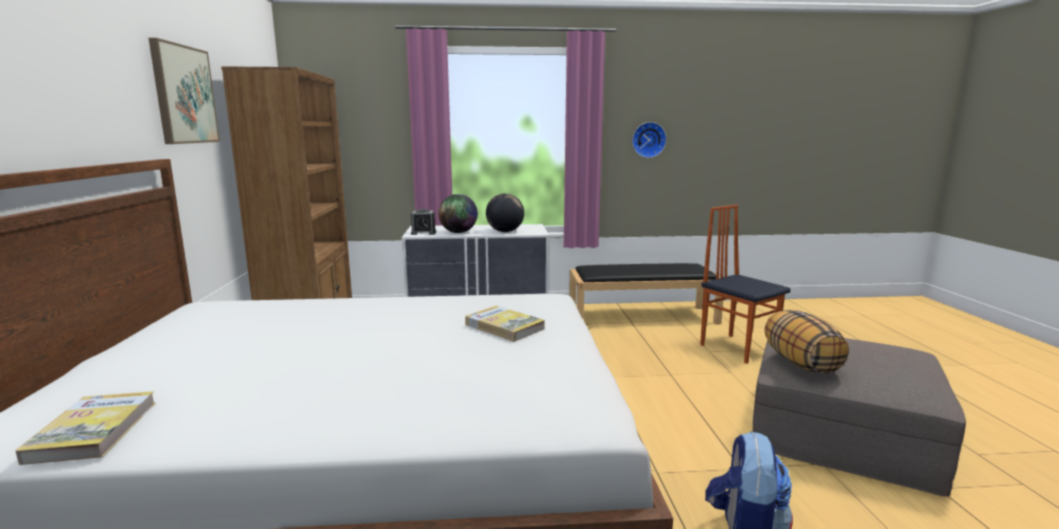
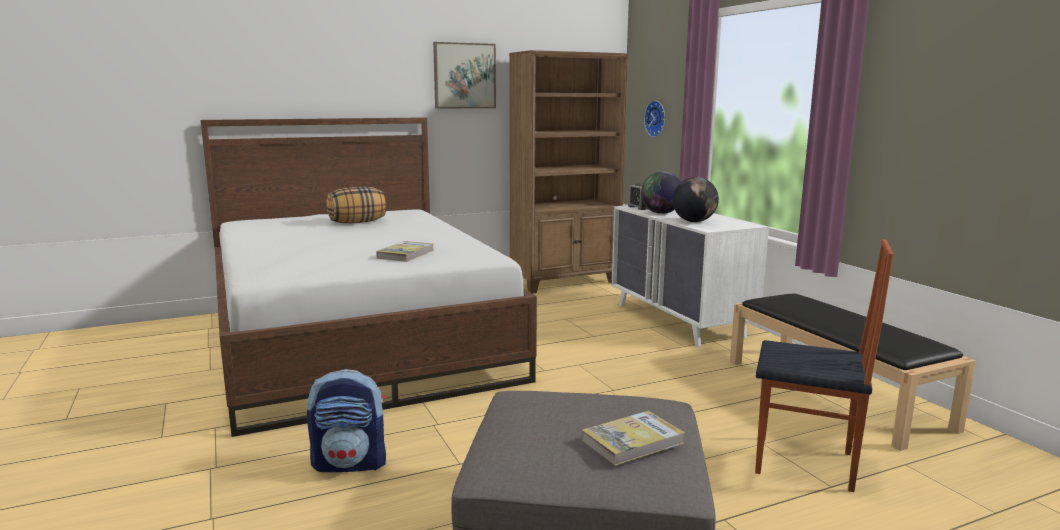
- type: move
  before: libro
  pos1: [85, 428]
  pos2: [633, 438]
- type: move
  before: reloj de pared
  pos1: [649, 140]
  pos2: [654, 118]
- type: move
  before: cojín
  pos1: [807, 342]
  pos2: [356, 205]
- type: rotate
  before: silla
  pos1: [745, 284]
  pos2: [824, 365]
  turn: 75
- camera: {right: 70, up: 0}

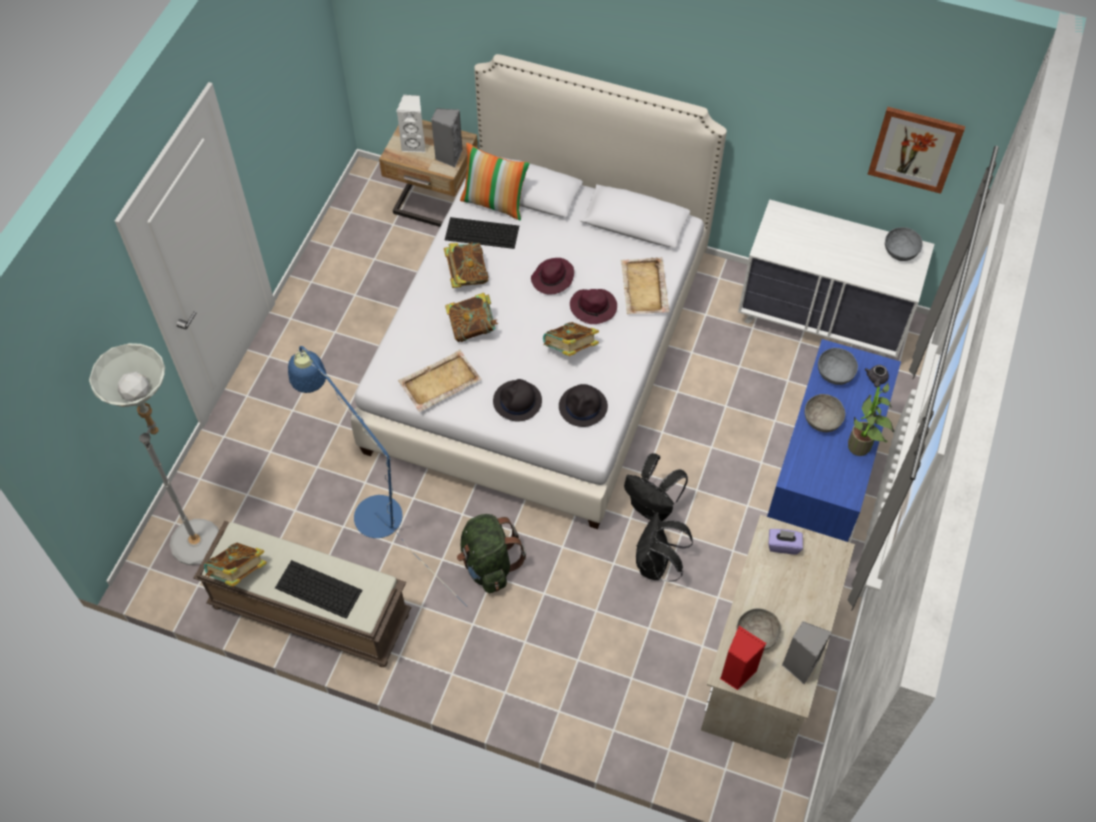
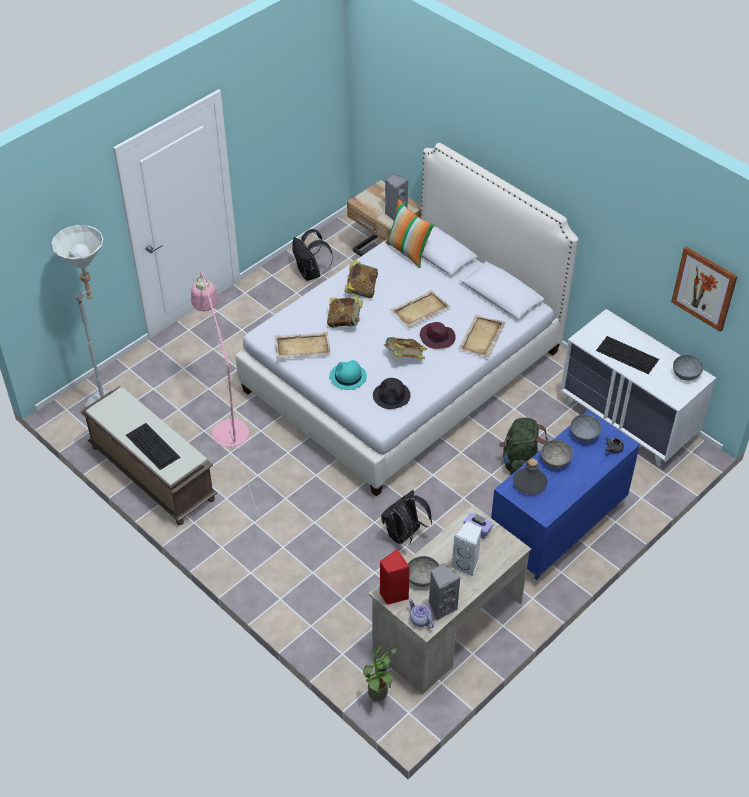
- type: delete
  before: libro
  pos1: [235, 565]
- type: insert
  after: tetera
  pos2: [421, 613]
- type: insert
  after: botella/gris
  pos2: [530, 476]
- type: move
  before: altavoz/blanco
  pos1: [411, 123]
  pos2: [467, 549]
- type: move
  before: teclado
  pos1: [482, 233]
  pos2: [627, 355]
- type: move
  before: mochila/verde
  pos1: [491, 553]
  pos2: [523, 446]
- type: move
  before: mochila/negro
  pos1: [656, 487]
  pos2: [313, 255]
- type: move
  before: planta en maceta
  pos1: [871, 419]
  pos2: [380, 674]
- type: replace
  before: sombrero/morado
  after: bandeja/beis
  pos1: [552, 276]
  pos2: [420, 309]
- type: recolor
  before: lámpara de pie/azul
  after: lámpara de pie/rosa
  pos1: [377, 476]
  pos2: [224, 390]
- type: recolor
  before: sombrero/negro
  after: sombrero/turquesa
  pos1: [517, 400]
  pos2: [348, 375]
- camera: {right: 25, up: -10}

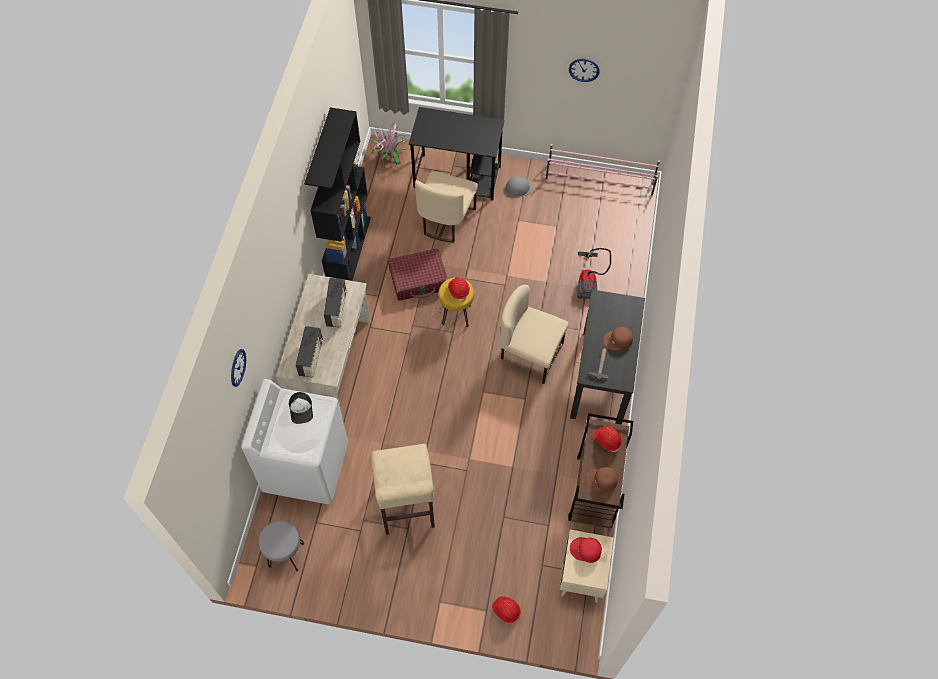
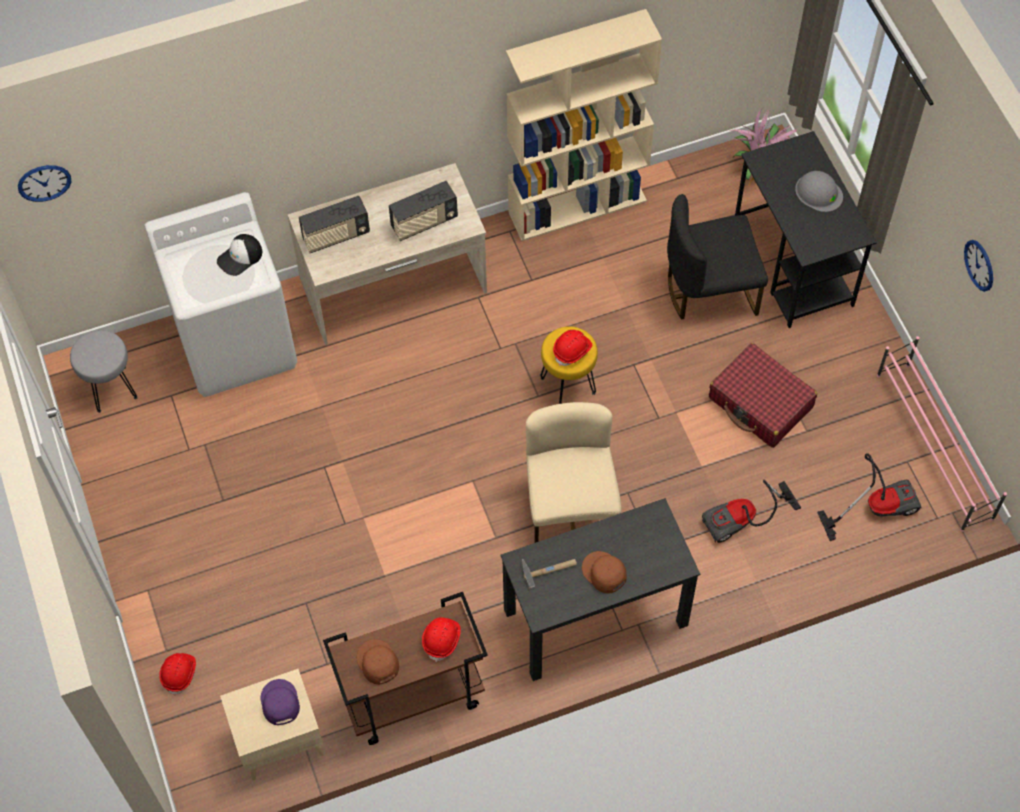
- type: delete
  before: taburete/beis
  pos1: [403, 489]
- type: insert
  after: aspiradora
  pos2: [869, 497]
- type: move
  before: reloj de pared
  pos1: [238, 368]
  pos2: [44, 183]
- type: move
  before: maleta/rojo
  pos1: [418, 274]
  pos2: [763, 395]
- type: move
  before: casco/gris
  pos1: [519, 187]
  pos2: [819, 191]
- type: recolor
  before: estantería/negro
  after: estantería/beis
  pos1: [337, 194]
  pos2: [584, 125]
- type: recolor
  before: silla/beis
  after: silla/negro
  pos1: [446, 207]
  pos2: [717, 257]
- type: recolor
  before: gorra/rojo
  after: gorra/morado
  pos1: [586, 550]
  pos2: [280, 702]
- camera: {right: 60, up: 0}

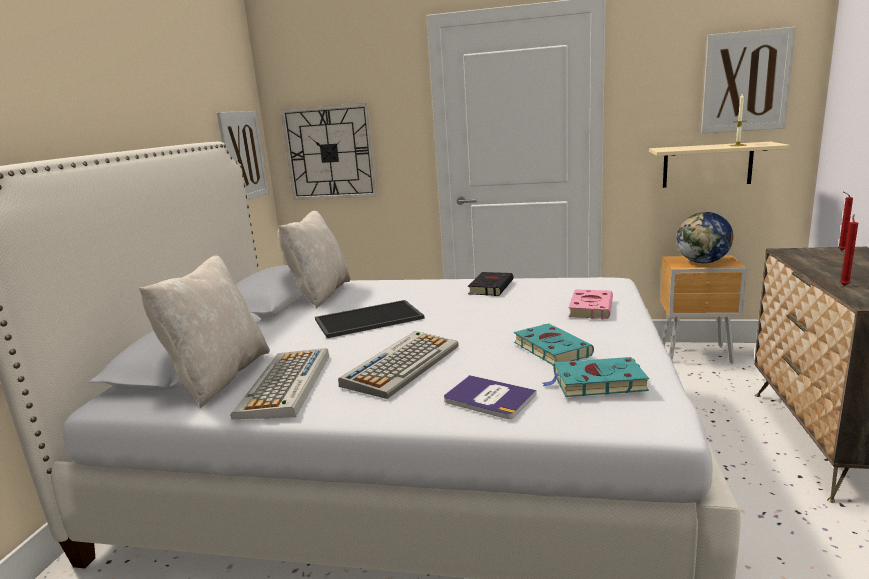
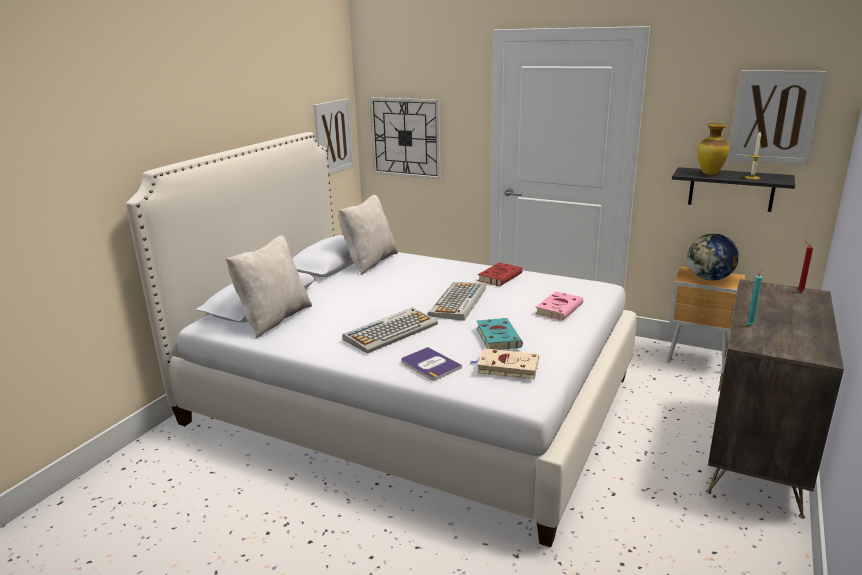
- type: delete
  before: bandeja
  pos1: [370, 319]
- type: insert
  after: florero
  pos2: [713, 149]
- type: move
  before: teclado
  pos1: [279, 383]
  pos2: [456, 301]
- type: recolor
  before: libro/negro
  after: libro/rojo
  pos1: [491, 284]
  pos2: [500, 274]
- type: recolor
  before: libro/turquesa
  after: libro/beis
  pos1: [595, 377]
  pos2: [505, 363]
- type: recolor
  before: estante/beis
  after: estante/negro
  pos1: [719, 165]
  pos2: [733, 189]
- type: recolor
  before: vela/rojo
  after: vela/turquesa
  pos1: [849, 250]
  pos2: [754, 298]
- camera: {right: 15, up: 5}

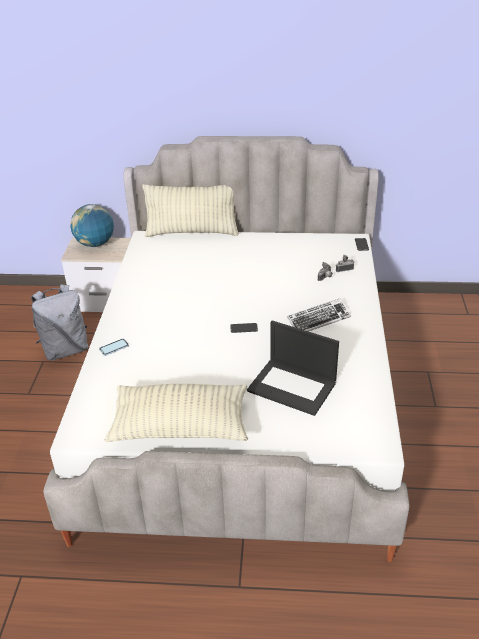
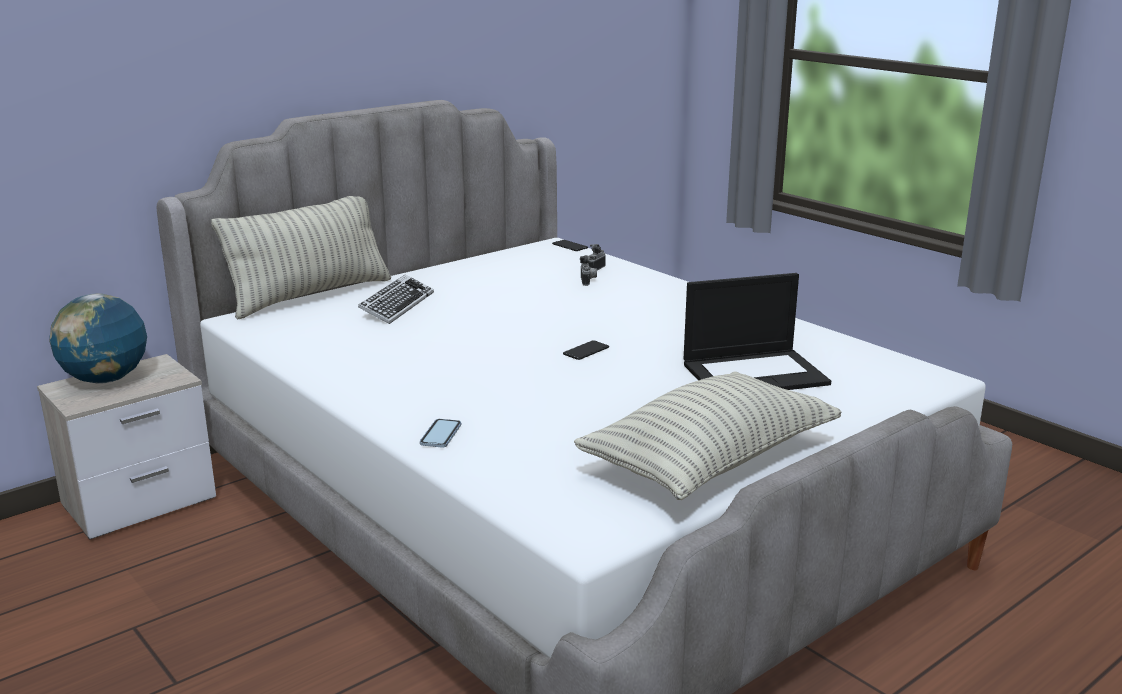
- type: delete
  before: mochila/gris
  pos1: [59, 322]
- type: move
  before: teclado
  pos1: [319, 315]
  pos2: [396, 299]
- camera: {right: -45, up: -15}

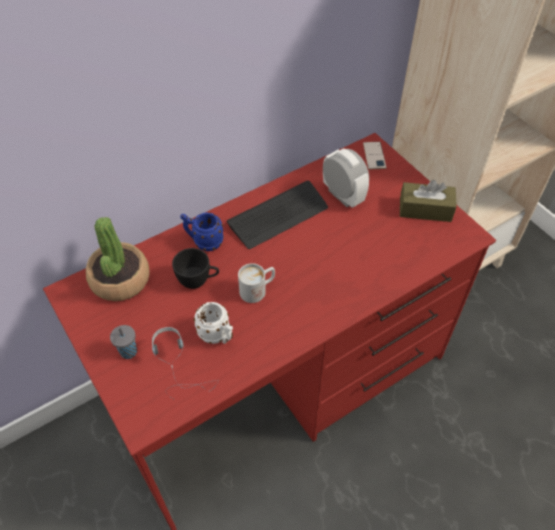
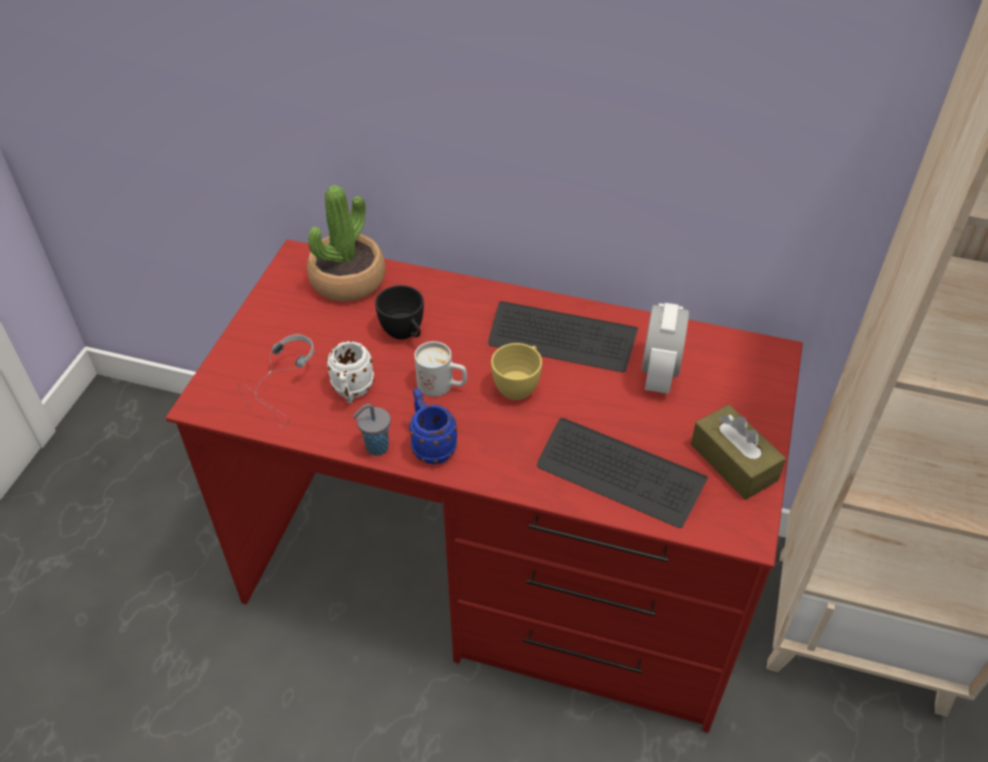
- type: delete
  before: móvil
  pos1: [375, 156]
- type: insert
  after: taza/amarillo
  pos2: [516, 371]
- type: insert
  after: teclado
  pos2: [622, 473]
- type: move
  before: taza/gris
  pos1: [123, 342]
  pos2: [371, 430]
- type: move
  before: taza grande/azul
  pos1: [202, 231]
  pos2: [433, 426]
- camera: {right: 50, up: -5}

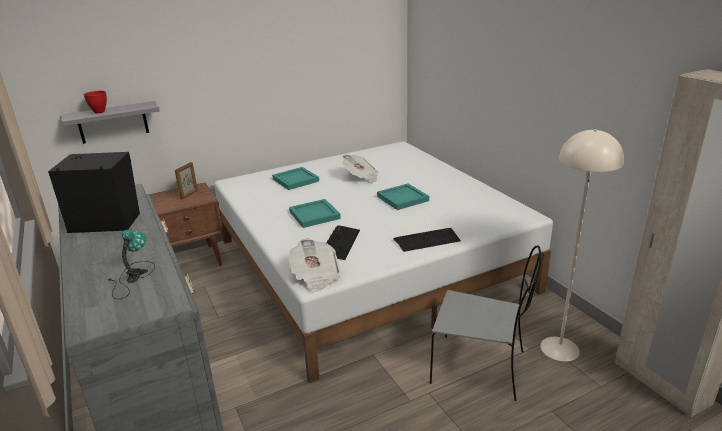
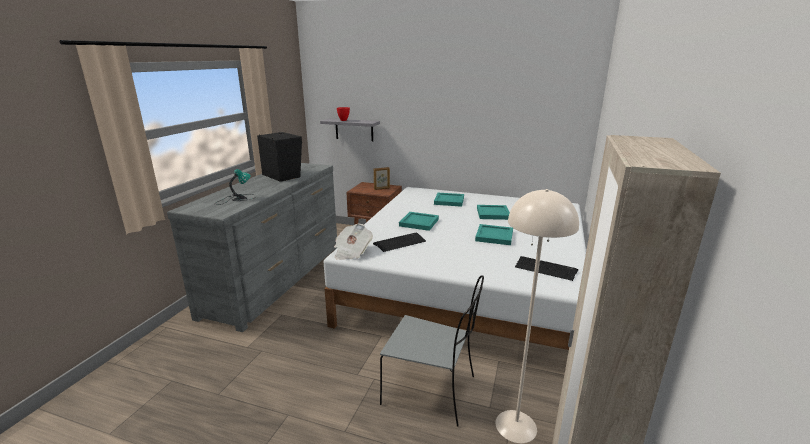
- type: move
  before: teclado
  pos1: [427, 240]
  pos2: [546, 268]
- type: replace
  before: periódico
  after: bandeja/turquesa
  pos1: [360, 168]
  pos2: [493, 212]
- type: rotate
  before: silla/gris
  pos1: [485, 323]
  pos2: [432, 350]
  turn: -45
- camera: {right: 45, up: -5}

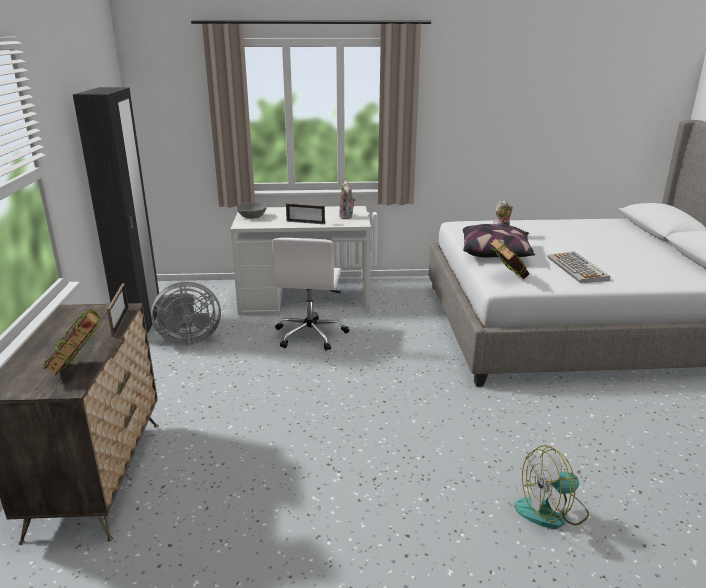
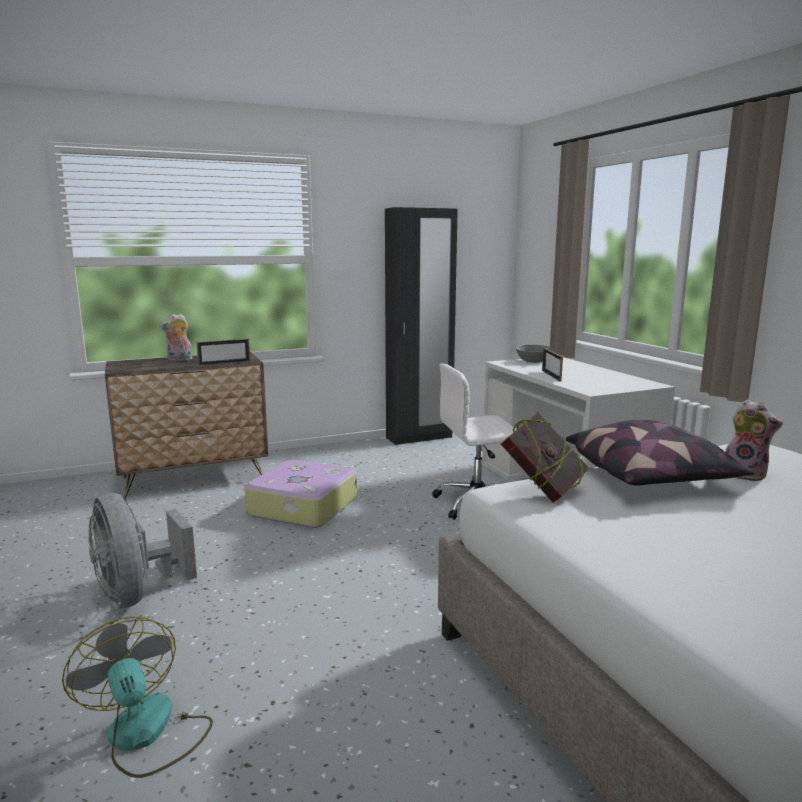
- type: delete
  before: libro
  pos1: [72, 342]
- type: delete
  before: teclado
  pos1: [578, 267]
- type: insert
  after: maleta
  pos2: [301, 494]
- type: move
  before: ventilador/gris
  pos1: [186, 314]
  pos2: [142, 550]
- type: move
  before: peluche
  pos1: [347, 199]
  pos2: [176, 337]
- camera: {right: 70, up: -10}

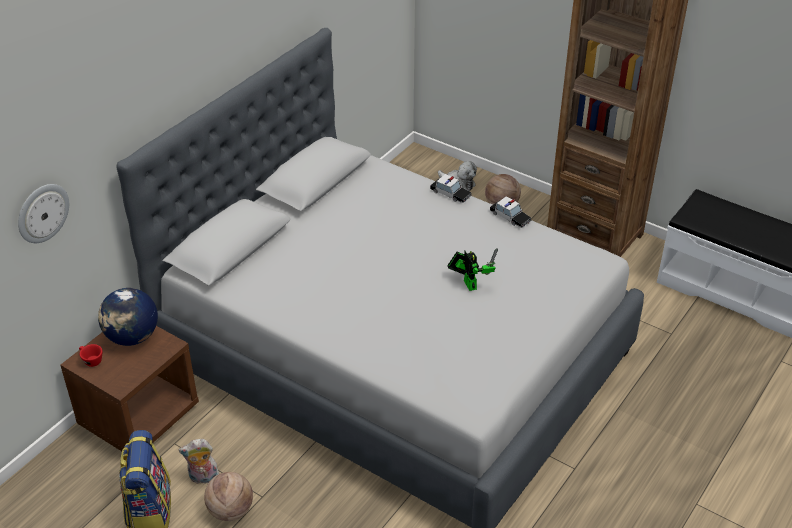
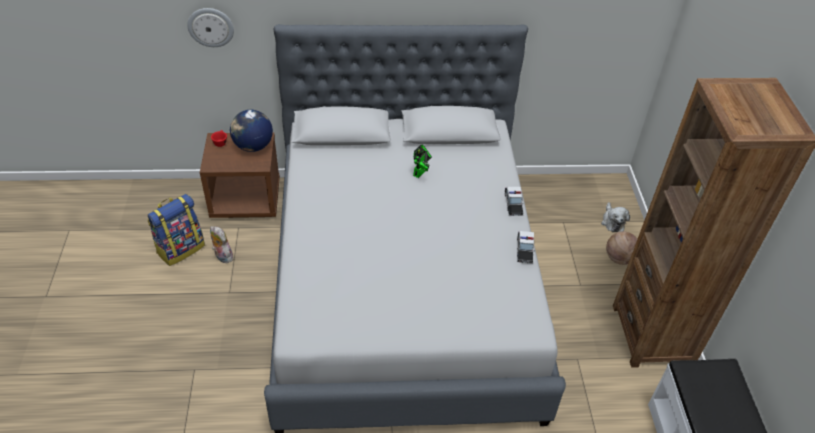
- type: delete
  before: balón de baloncesto
  pos1: [228, 496]
- type: move
  before: robot de juguete
  pos1: [472, 269]
  pos2: [422, 161]
- camera: {right: 50, up: 5}

